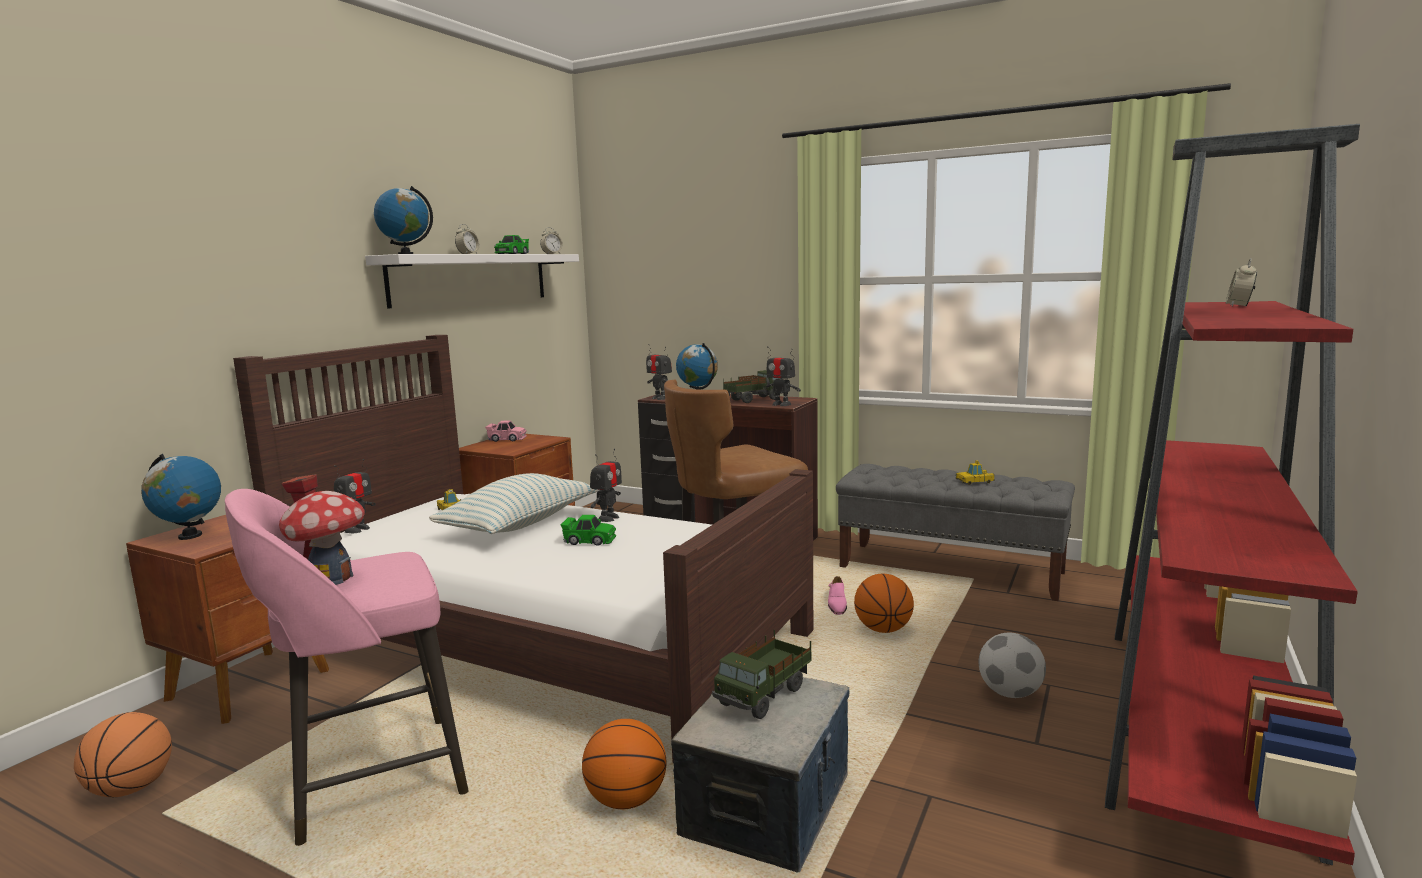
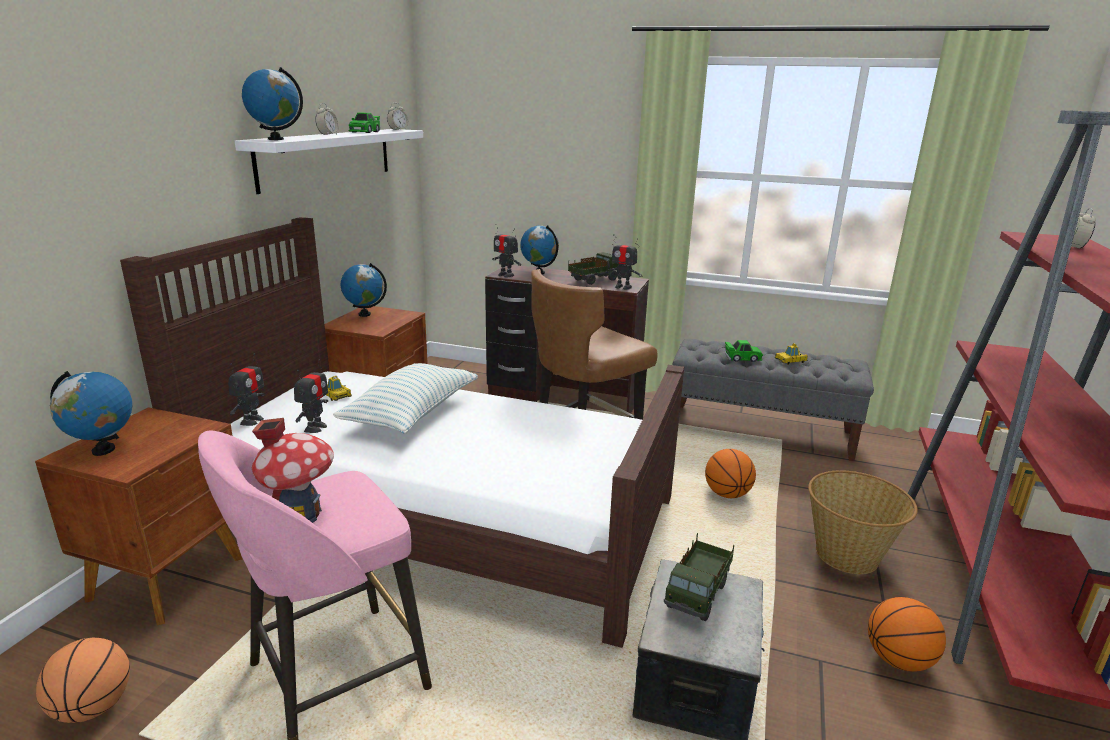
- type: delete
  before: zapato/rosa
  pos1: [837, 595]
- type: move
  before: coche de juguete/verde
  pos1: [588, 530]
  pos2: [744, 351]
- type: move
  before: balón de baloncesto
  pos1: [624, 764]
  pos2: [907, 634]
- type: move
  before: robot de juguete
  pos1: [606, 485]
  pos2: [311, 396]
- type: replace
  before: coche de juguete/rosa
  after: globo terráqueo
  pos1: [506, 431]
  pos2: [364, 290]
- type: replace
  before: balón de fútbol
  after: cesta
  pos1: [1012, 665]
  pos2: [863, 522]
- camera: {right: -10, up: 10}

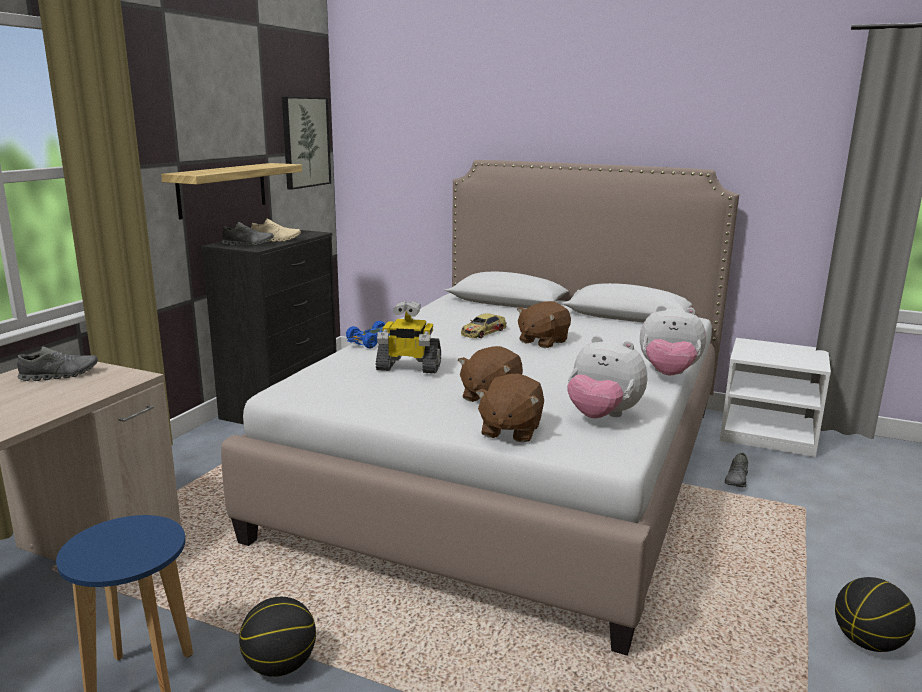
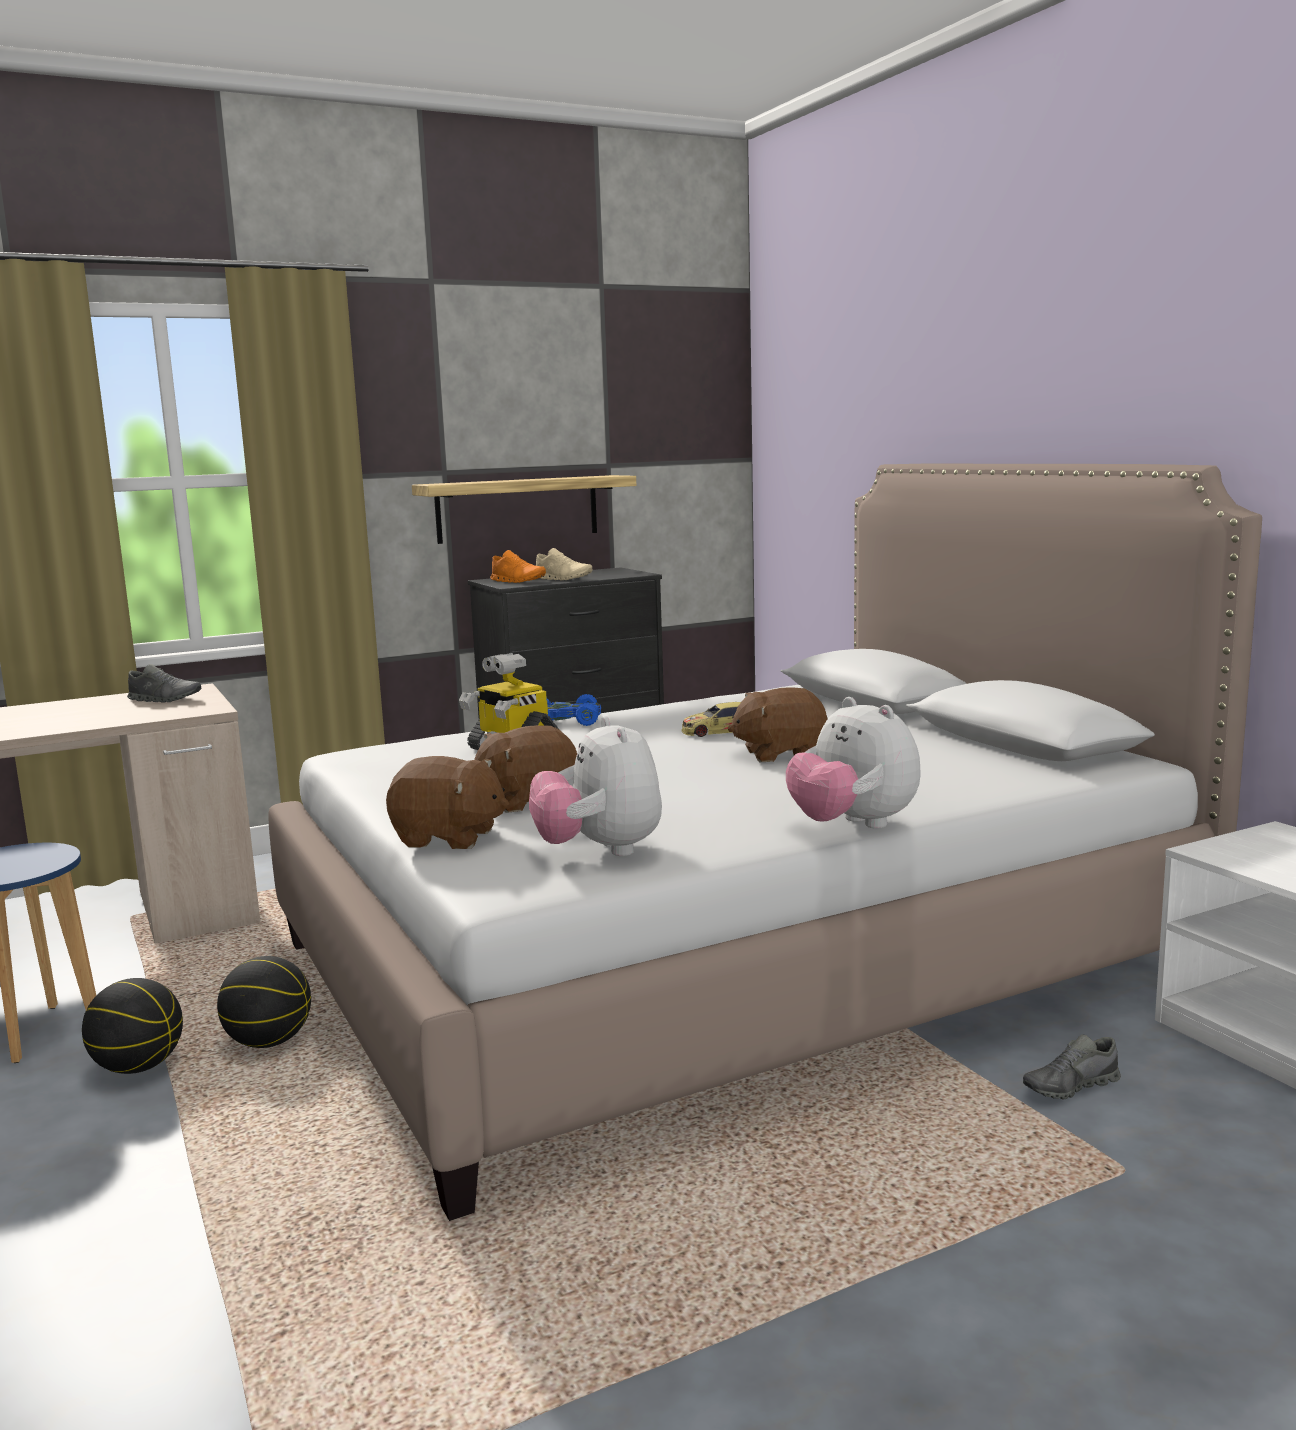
- type: delete
  before: cuadro
  pos1: [306, 143]
- type: move
  before: balón de baloncesto
  pos1: [875, 614]
  pos2: [264, 1002]
- type: recolor
  before: zapato/gris
  after: zapato/naranja
  pos1: [248, 234]
  pos2: [518, 566]
- type: rotate
  before: peluche/marrón
  pos1: [509, 408]
  pos2: [448, 802]
  turn: -135
- camera: {right: 40, up: -5}

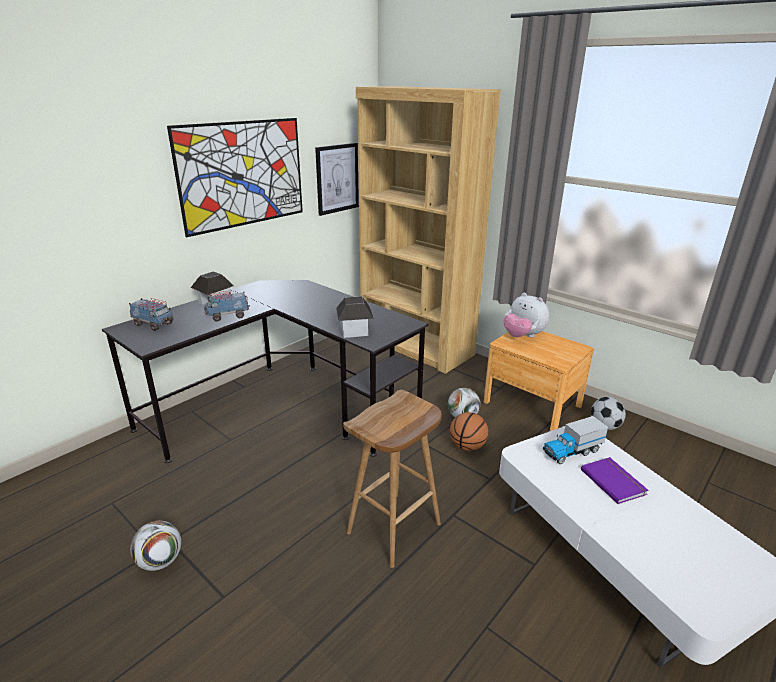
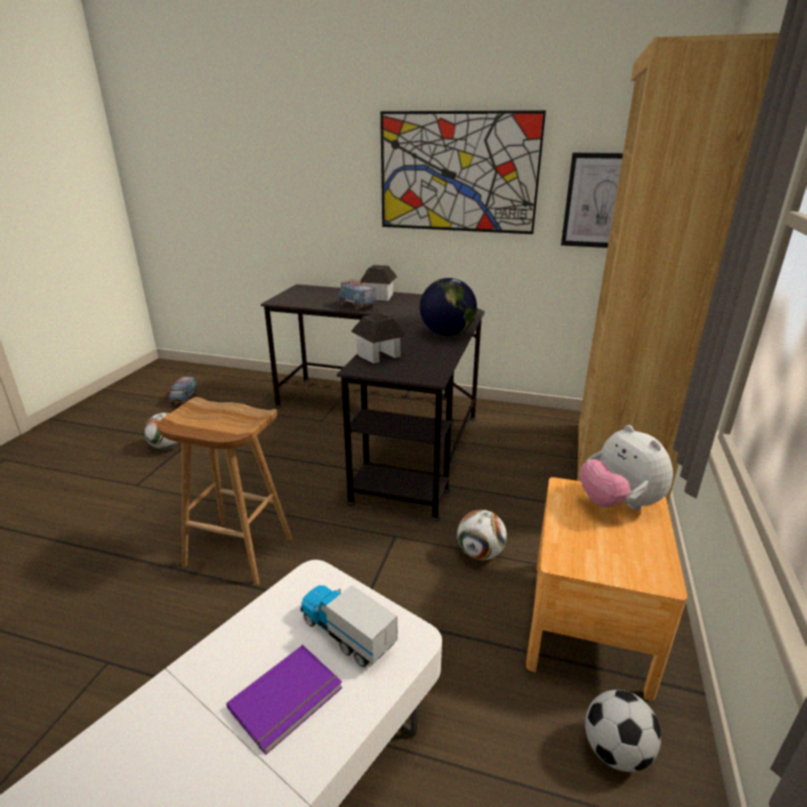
- type: delete
  before: balón de baloncesto
  pos1: [469, 431]
- type: insert
  after: globo terráqueo
  pos2: [448, 307]
- type: move
  before: camión de juguete
  pos1: [151, 314]
  pos2: [182, 390]
- type: rotate
  before: peluche
  pos1: [526, 315]
  pos2: [626, 467]
  turn: -45
- camera: {right: 65, up: 0}

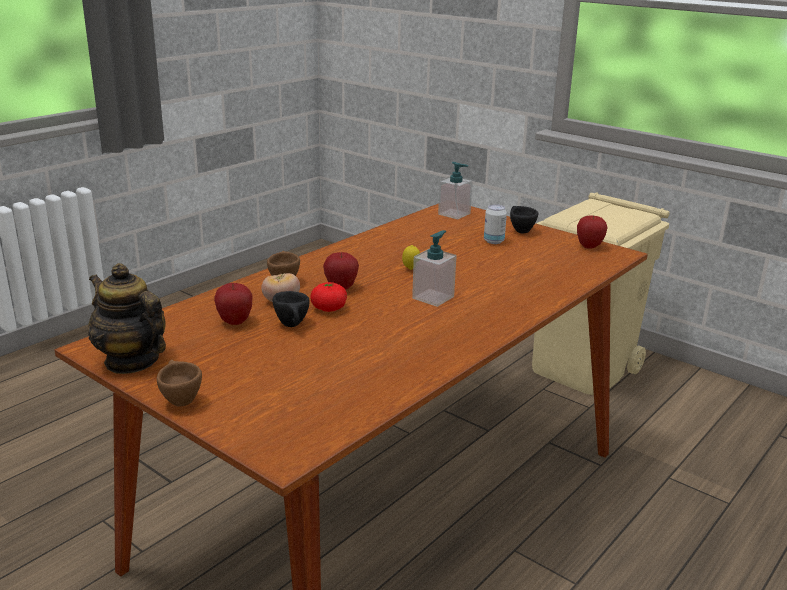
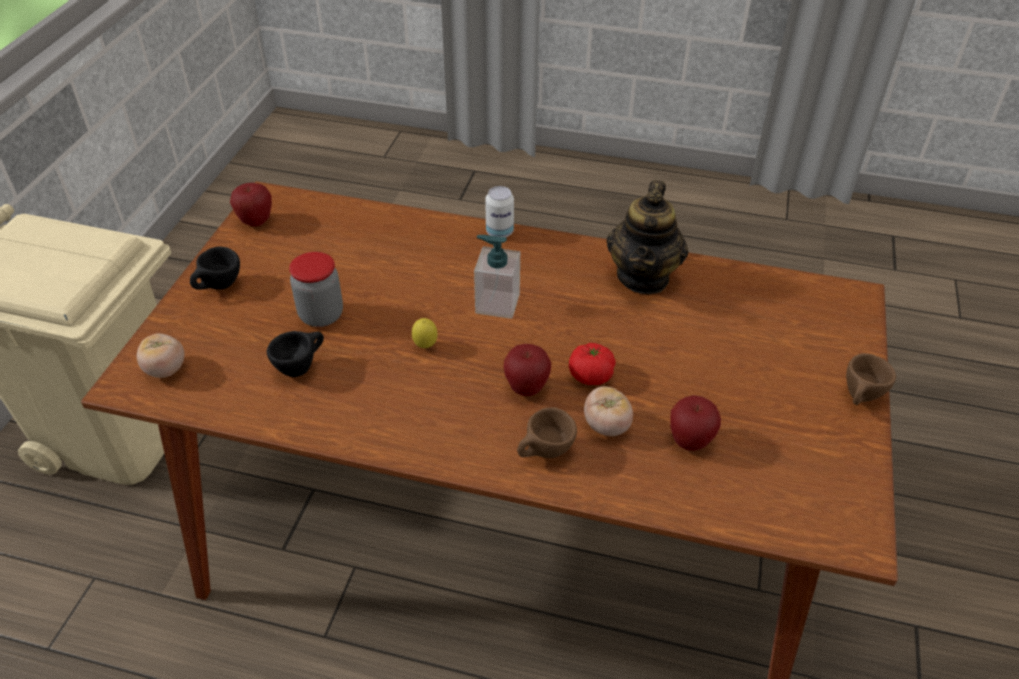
- type: insert
  after: tarro
  pos2: [316, 289]
- type: move
  before: tetera
  pos1: [127, 318]
  pos2: [647, 237]
- type: move
  before: taza/negro
  pos1: [291, 309]
  pos2: [295, 354]
- type: move
  before: lata
  pos1: [495, 224]
  pos2: [499, 211]
- type: replace
  before: dispensador de jabón
  after: tomate
  pos1: [455, 191]
  pos2: [160, 355]
- camera: {right: -115, up: 20}

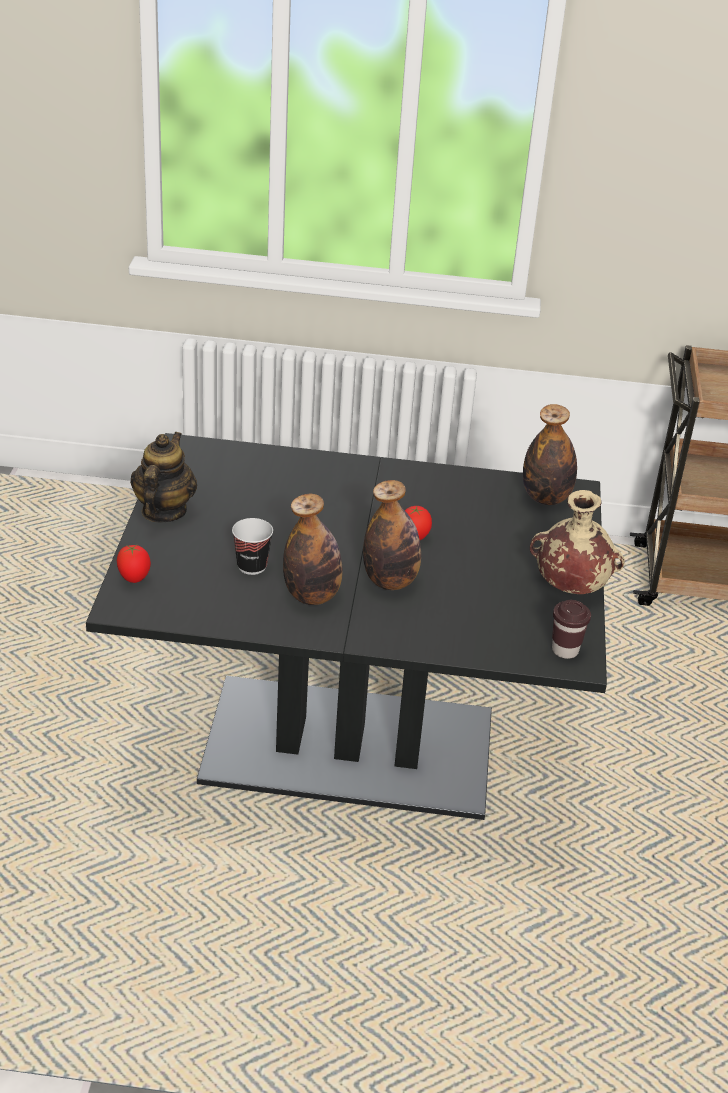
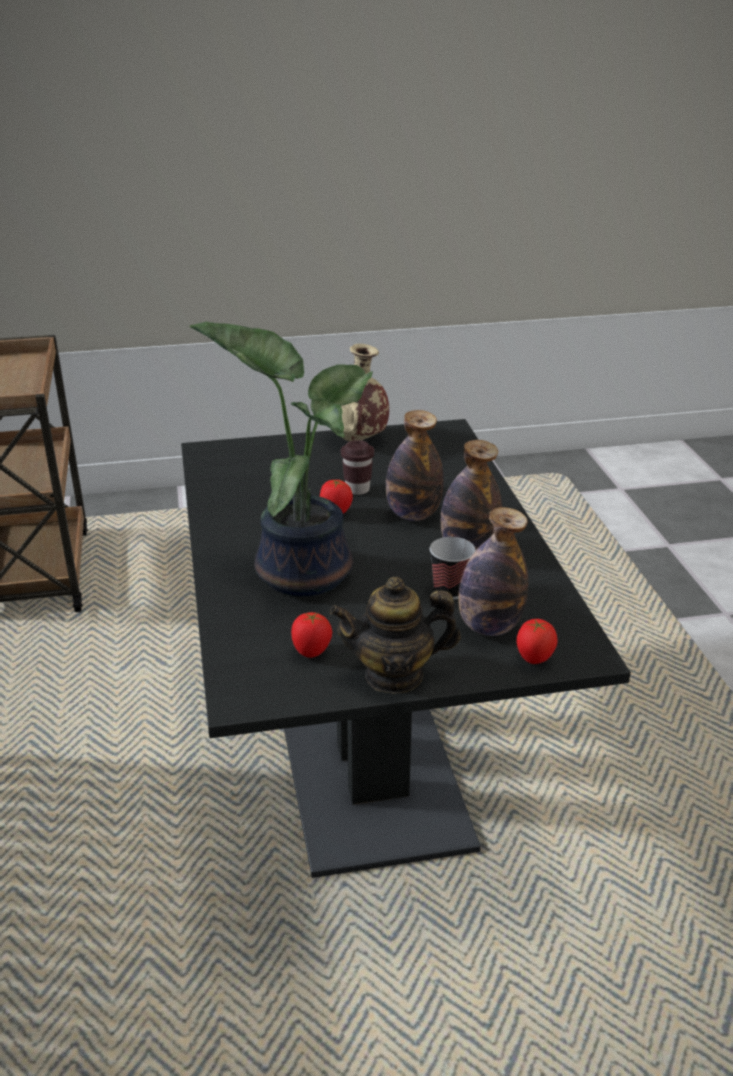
- type: insert
  after: planta en maceta
  pos2: [281, 459]
- type: insert
  after: tomate
  pos2: [311, 635]
- type: move
  before: botella
  pos1: [550, 454]
  pos2: [493, 571]
- type: move
  before: taza/marrón
  pos1: [571, 629]
  pos2: [357, 467]
- camera: {right: -105, up: -5}

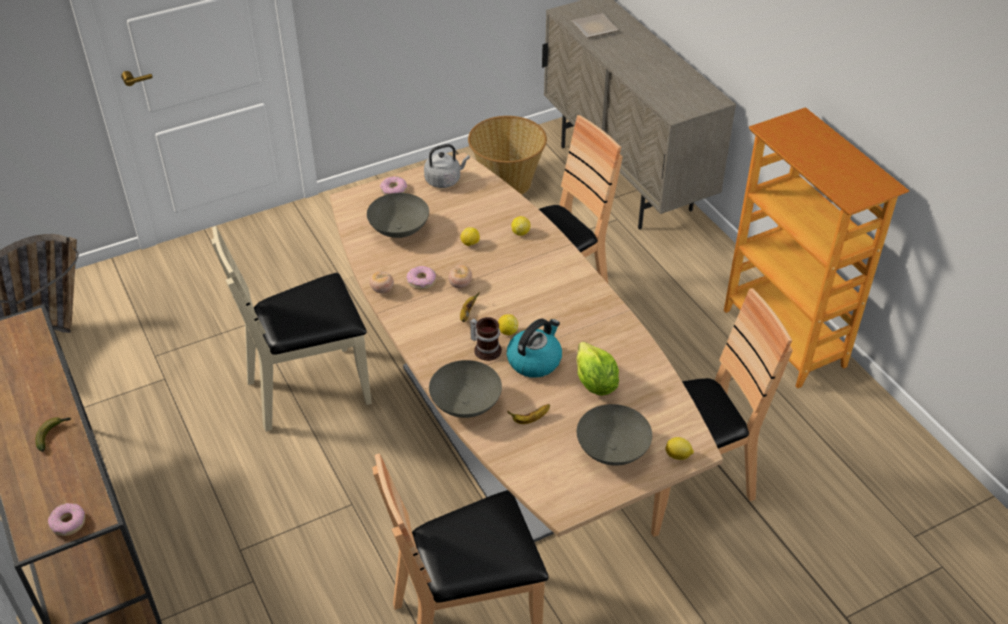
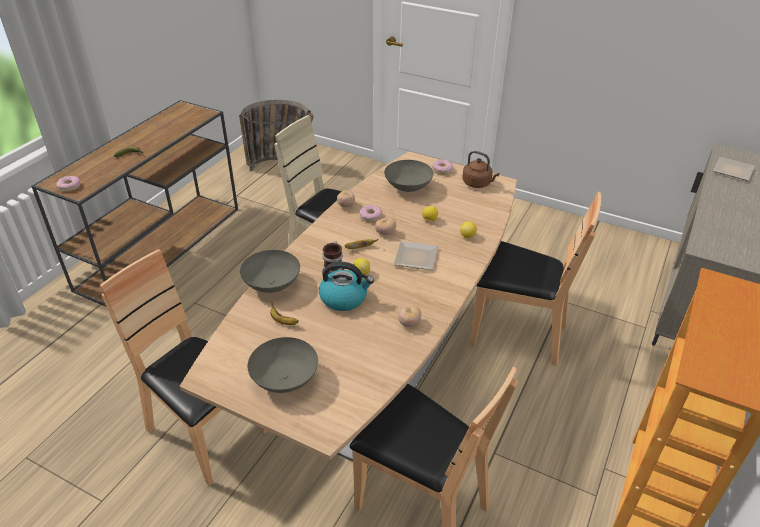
- type: delete
  before: cesta
  pos1: [507, 155]
- type: delete
  before: lechuga
  pos1: [598, 369]
- type: delete
  before: limón
  pos1: [679, 448]
- type: insert
  after: plato
  pos2: [416, 255]
- type: insert
  after: tomate
  pos2: [409, 315]
- type: recolor
  before: hervidor/gris
  after: hervidor/marrón
  pos1: [447, 166]
  pos2: [480, 169]
- camera: {right: 55, up: -5}

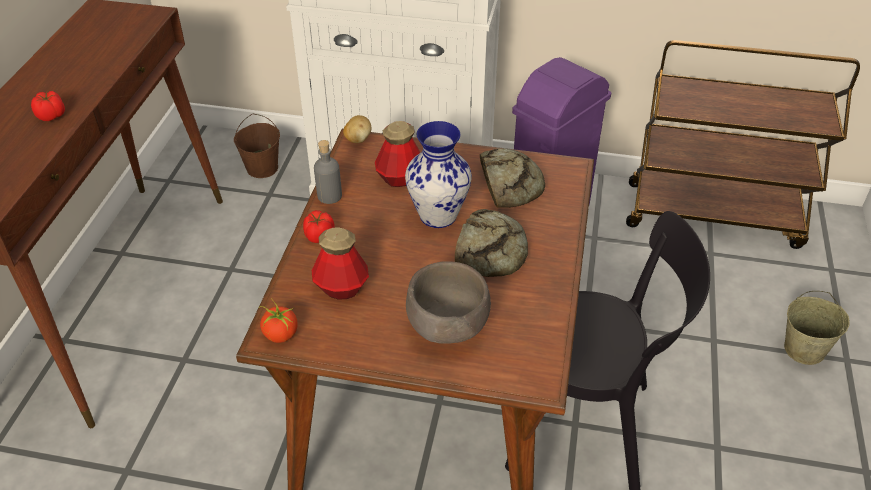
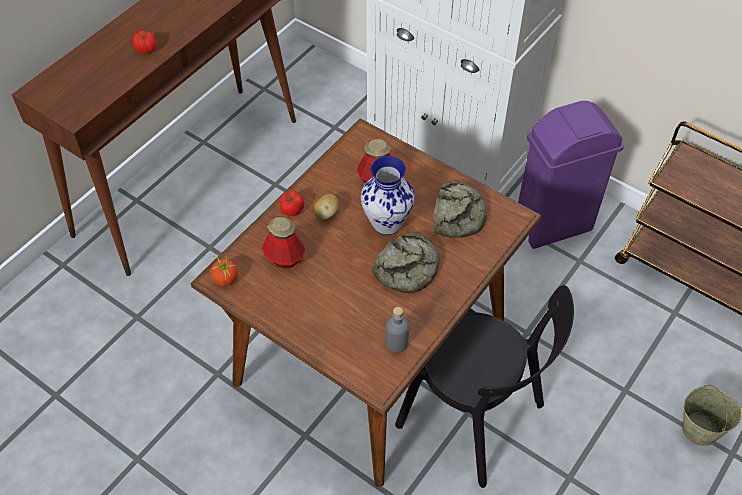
- type: delete
  before: cubo/marrón
  pos1: [257, 146]
- type: delete
  before: cuenco/marrón
  pos1: [448, 302]
- type: move
  before: botella/gris
  pos1: [328, 172]
  pos2: [397, 330]
- type: move
  before: patata
  pos1: [357, 129]
  pos2: [326, 206]
- camera: {right: 25, up: 10}

